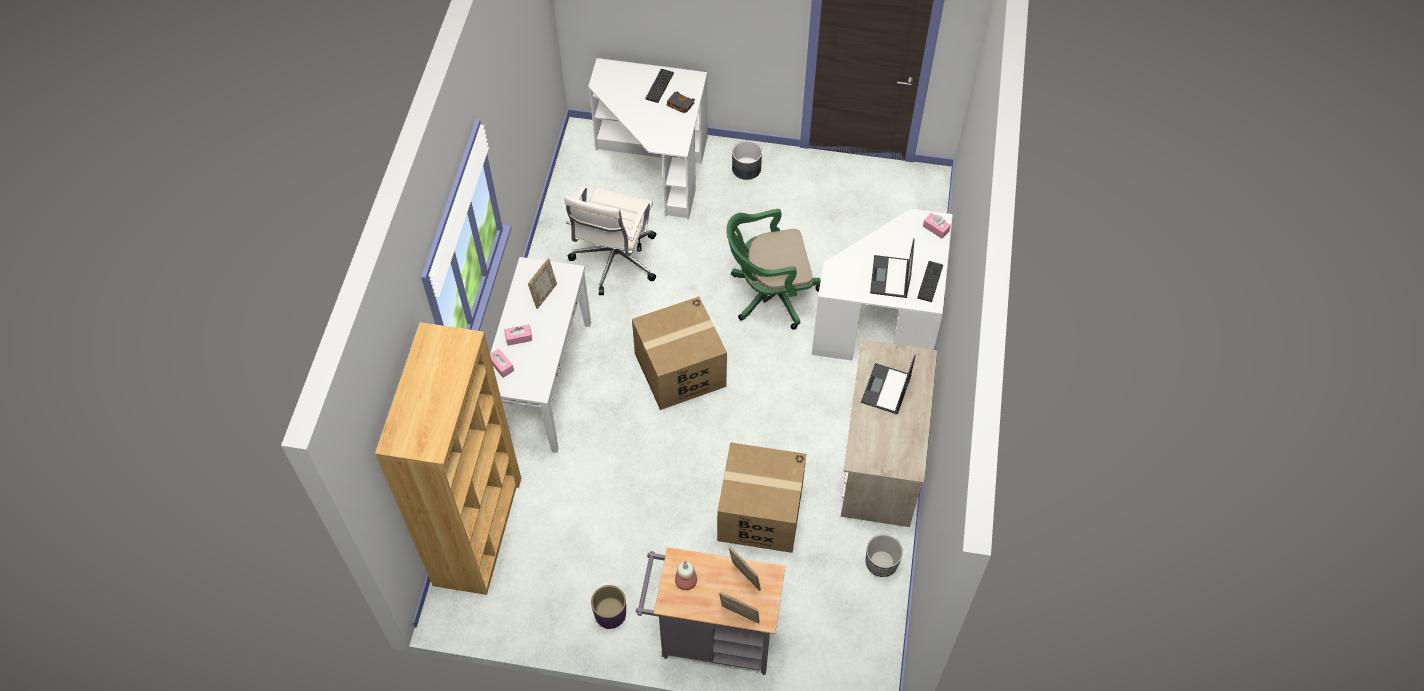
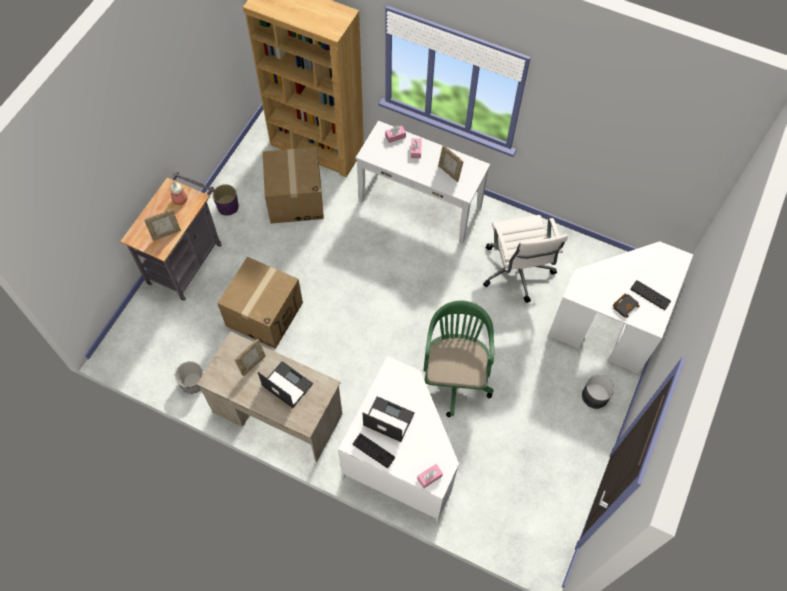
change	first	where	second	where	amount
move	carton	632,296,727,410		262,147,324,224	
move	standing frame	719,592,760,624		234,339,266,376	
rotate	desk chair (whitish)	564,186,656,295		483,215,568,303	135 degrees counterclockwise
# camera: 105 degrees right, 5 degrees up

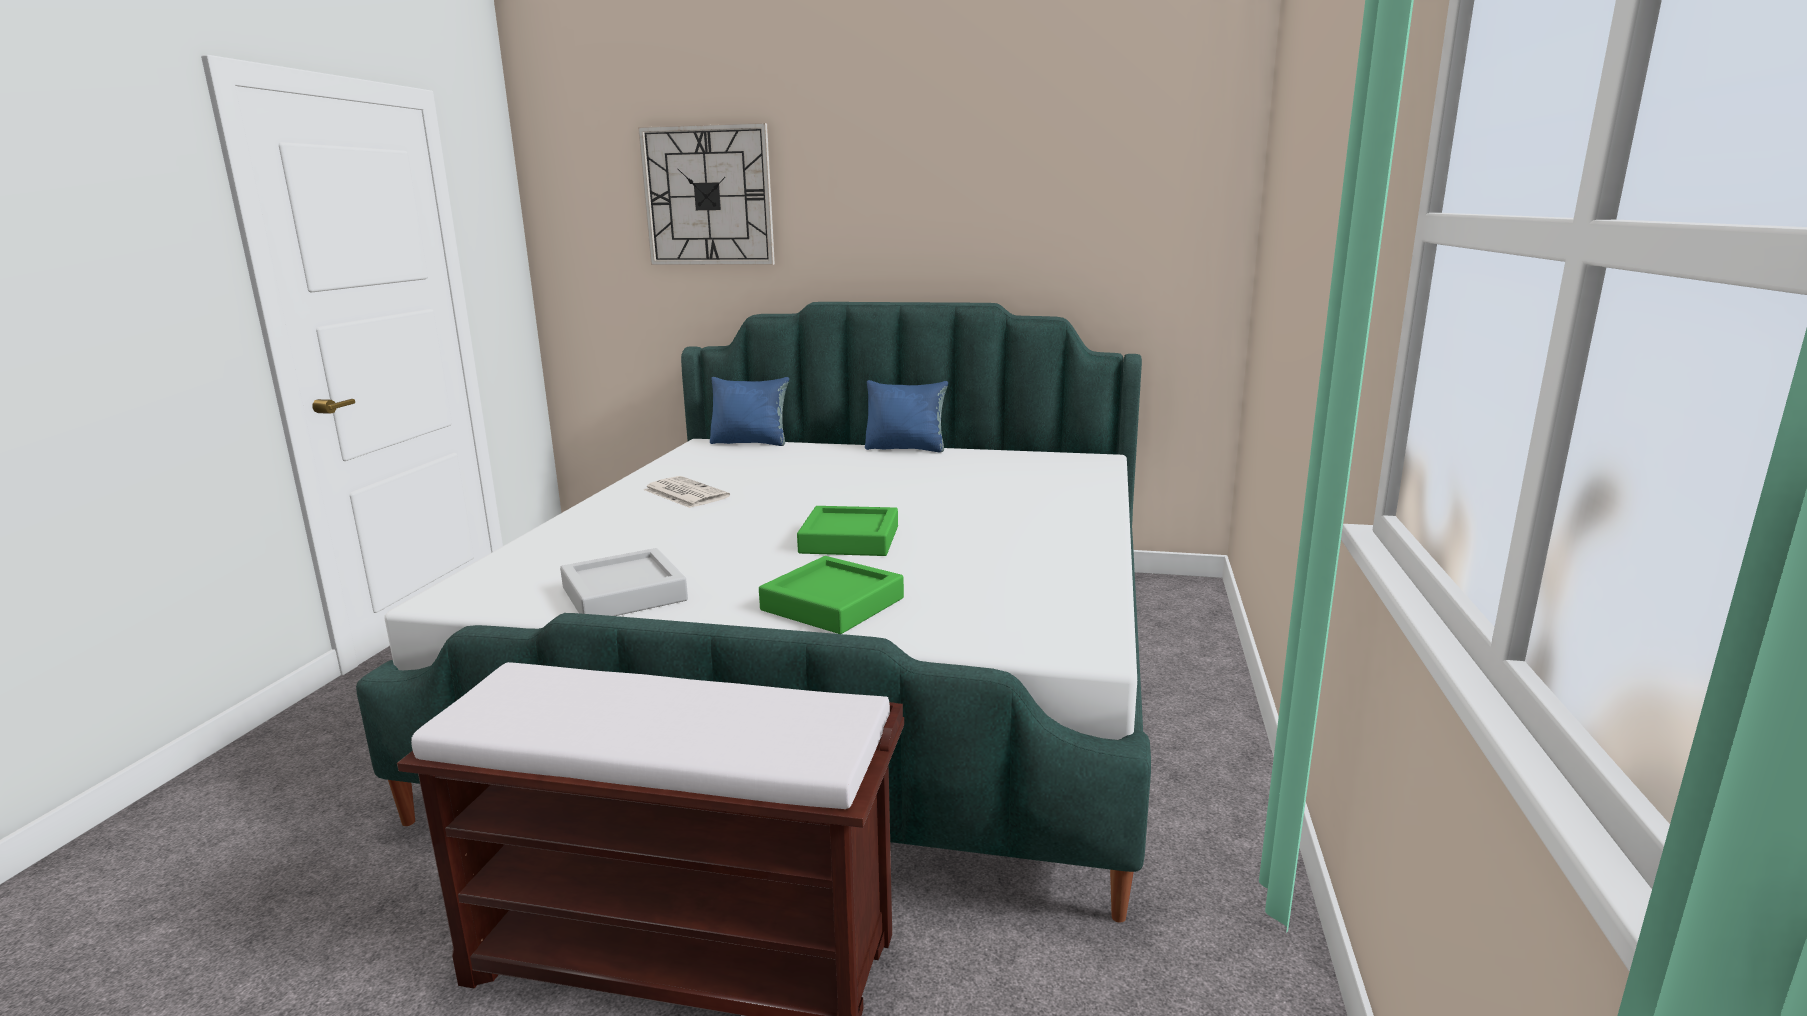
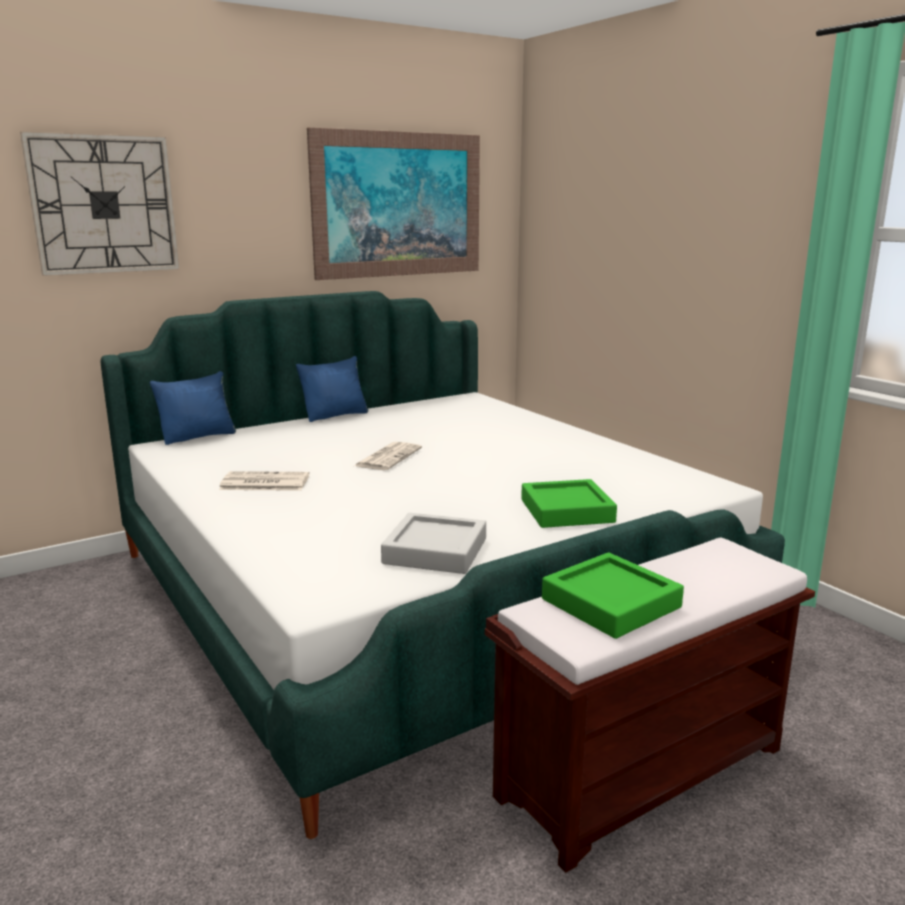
change	first	where	second	where	amount
insert			wall art	307,127,480,280	
insert			printed paper	354,442,422,470	
move	serving tray (greenish)	797,506,898,556		542,552,684,639	
# camera: 45 degrees left, 0 degrees up

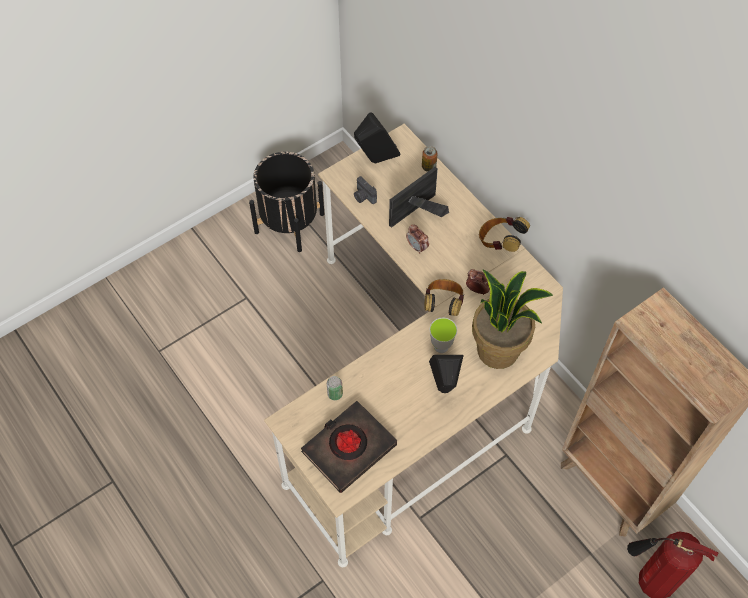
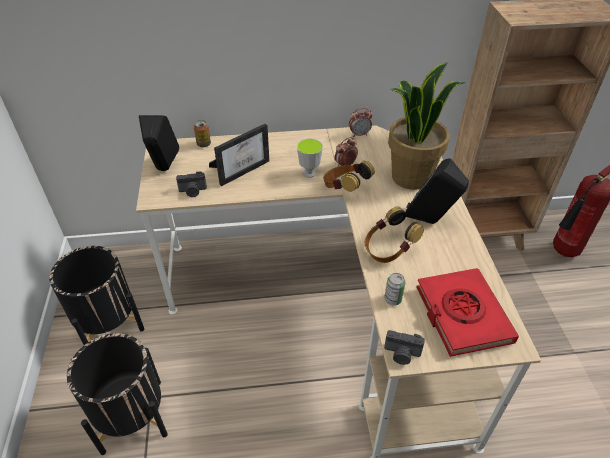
change	first	where	second	where	amount
insert			plant pot (black-coloured)	67,333,168,455	
insert			photo camera	384,330,425,365	
move	bedside clock	406,225,429,254		349,108,372,137	
move	small cup	430,317,457,353		297,139,323,178	
move	headphones	479,217,530,252		365,207,424,263	
recolor	volume (black-coloured)	301,401,397,493	volume (reddish)	416,268,519,357	
rotate	standing frame	389,167,449,228		209,124,269,186	120 degrees counterclockwise
# camera: 60 degrees left, 15 degrees down

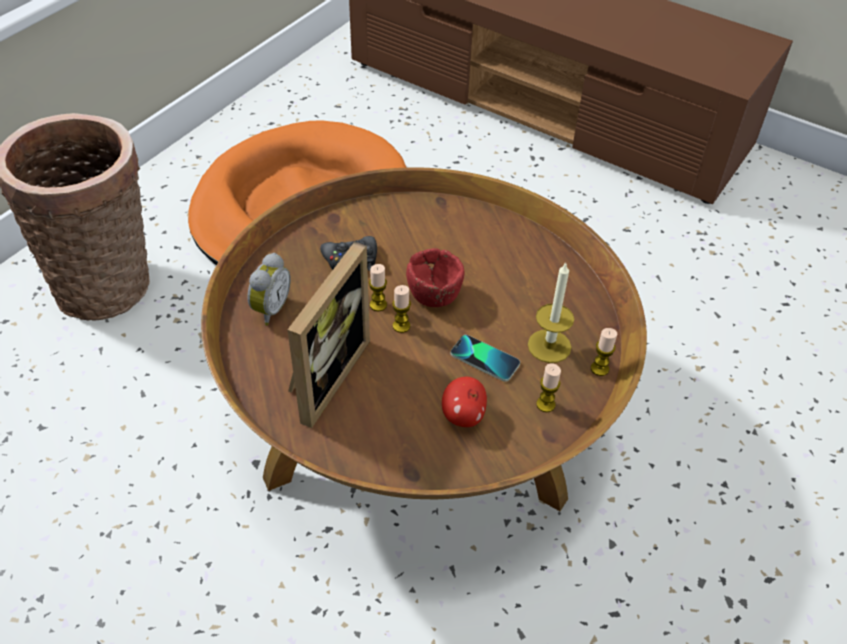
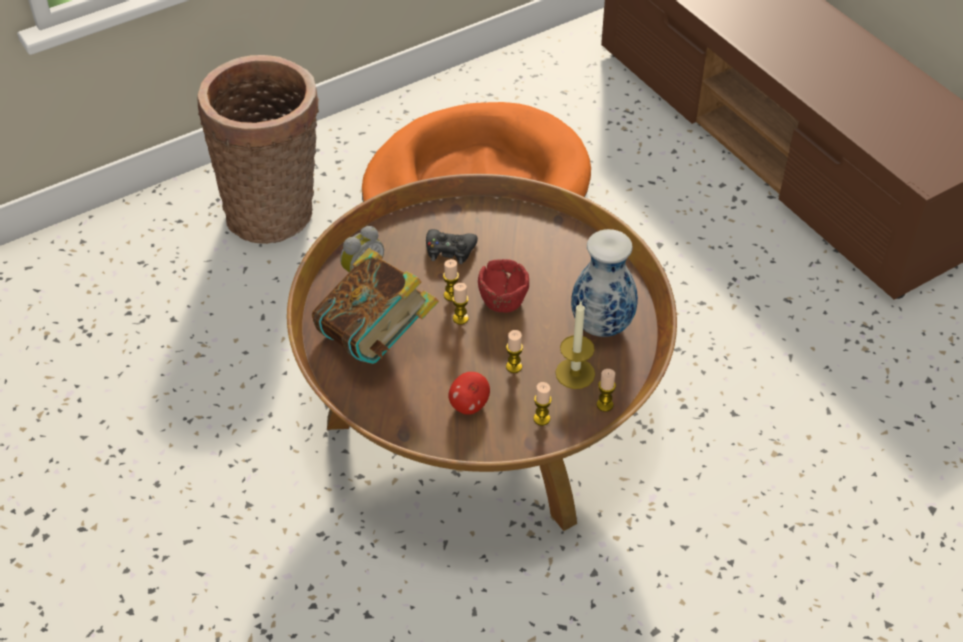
change	first	where	second	where	amount
insert			decorative vase	571,229,638,337	
replace	standing frame	287,241,370,428	volume	312,248,439,364	
replace	phone	451,335,520,382	wax light	506,330,523,373	
# camera: 25 degrees right, 0 degrees up

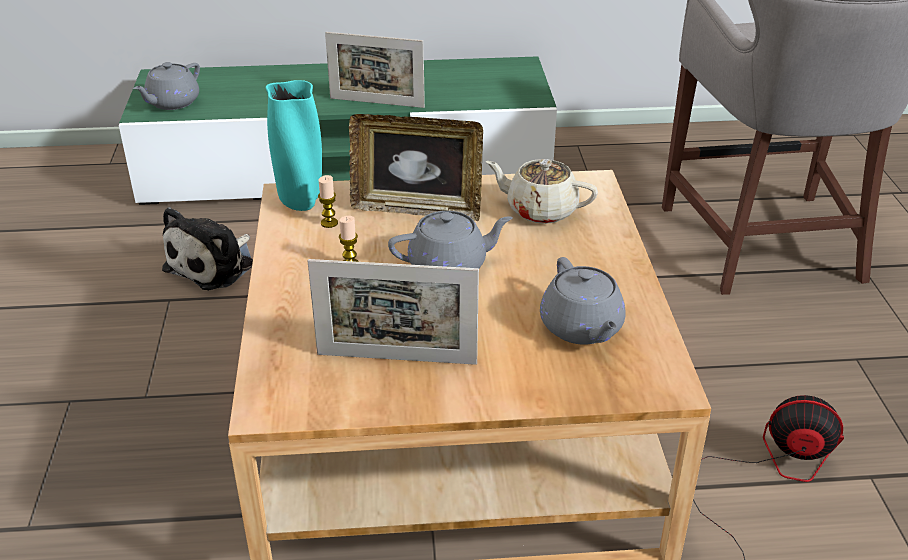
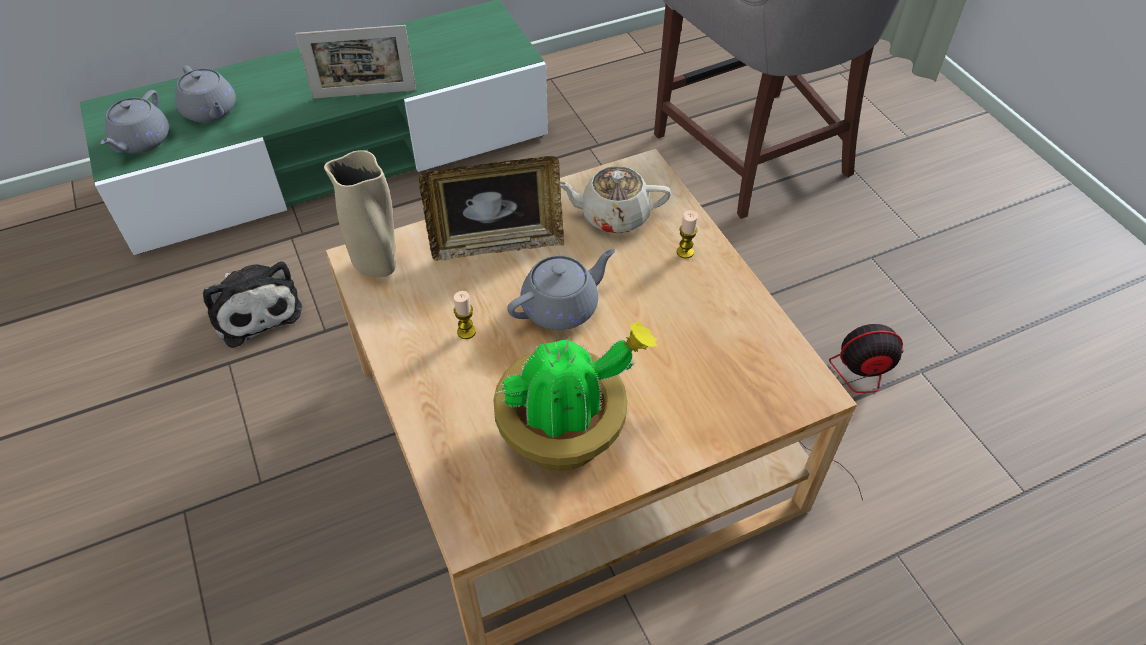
change	first	where	second	where	amount
move	wax light	318,175,338,228		677,210,698,259	
move	pot for tea (gray)	540,257,626,345		175,66,236,123	
replace	standing frame	308,259,479,365	potted plant	493,322,657,471	
recolor	decorative vase (turquoise)	266,80,322,211	decorative vase (beige-coloured)	324,150,396,277	
rotate	cuddly toy	162,207,253,290		203,261,302,348	45 degrees counterclockwise
# camera: 20 degrees left, 15 degrees up

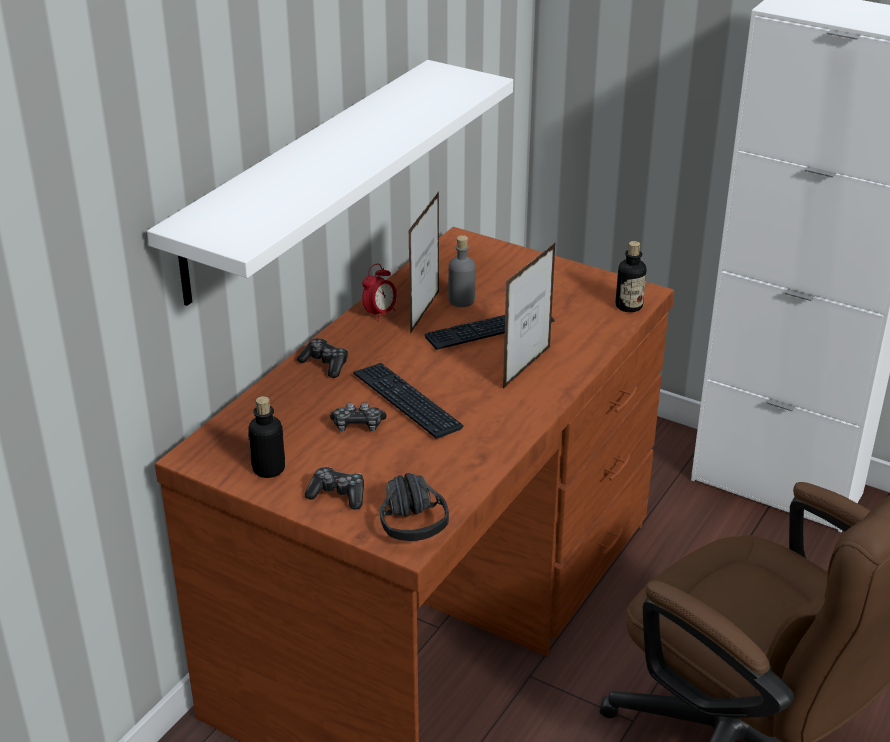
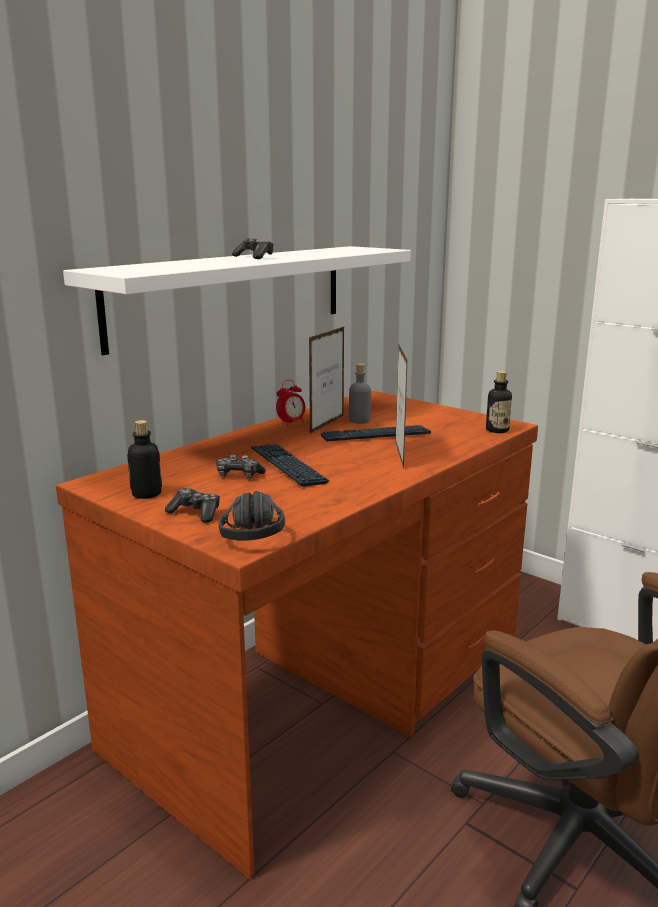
change	first	where	second	where	amount
move	gamepad	297,338,348,378		232,238,274,259	
rotate	standing frame	503,242,556,389		396,345,407,468	45 degrees counterclockwise
# camera: 10 degrees right, 15 degrees down

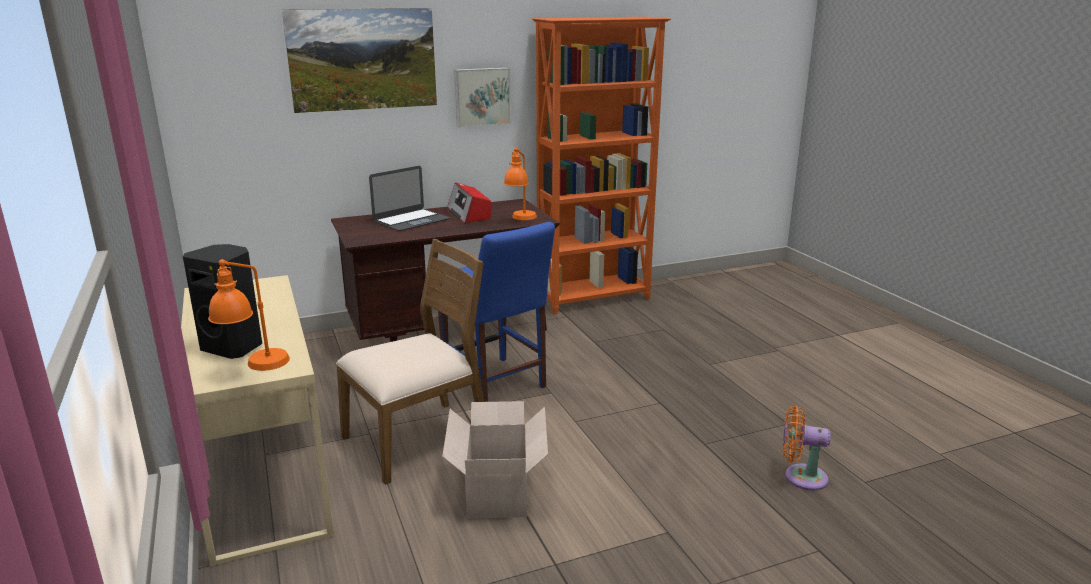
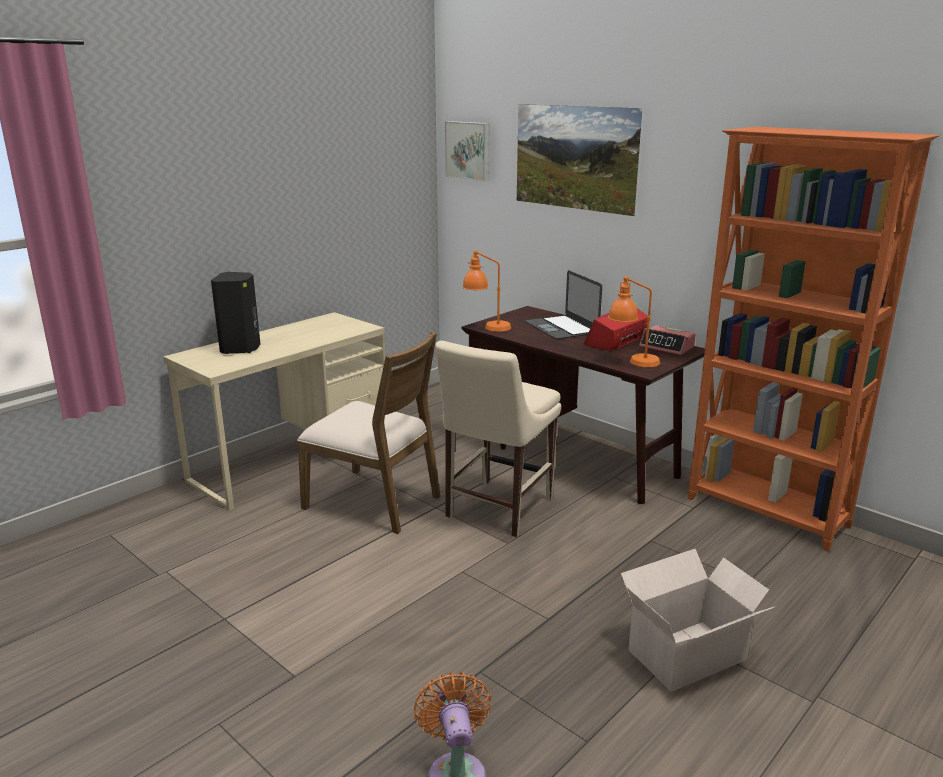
change	first	where	second	where	amount
insert			bedside clock	639,325,696,355	
move	lamp for a table (orange-coloured)	208,259,290,371		462,250,511,332	
move	carton	442,401,548,519		621,549,774,692	
move	wall art	454,68,511,127		445,121,490,181	
recolor	plain chair (blue-coloured)	438,222,555,402	plain chair (beige-coloured)	435,341,561,537	
rotate	portable computer	369,166,450,231		526,270,602,339	45 degrees clockwise
# camera: 65 degrees right, 0 degrees up

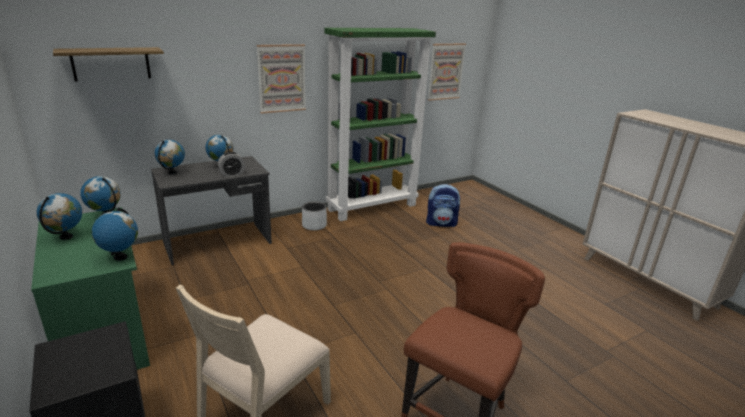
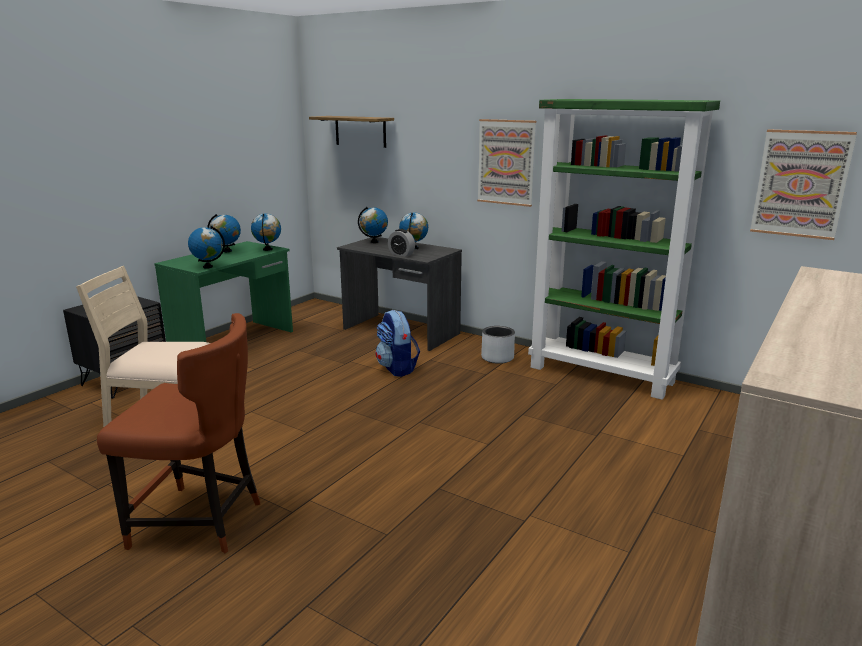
change	first	where	second	where	amount
move	rucksack	426,184,461,227		376,310,420,377	
# camera: 65 degrees right, 5 degrees down

